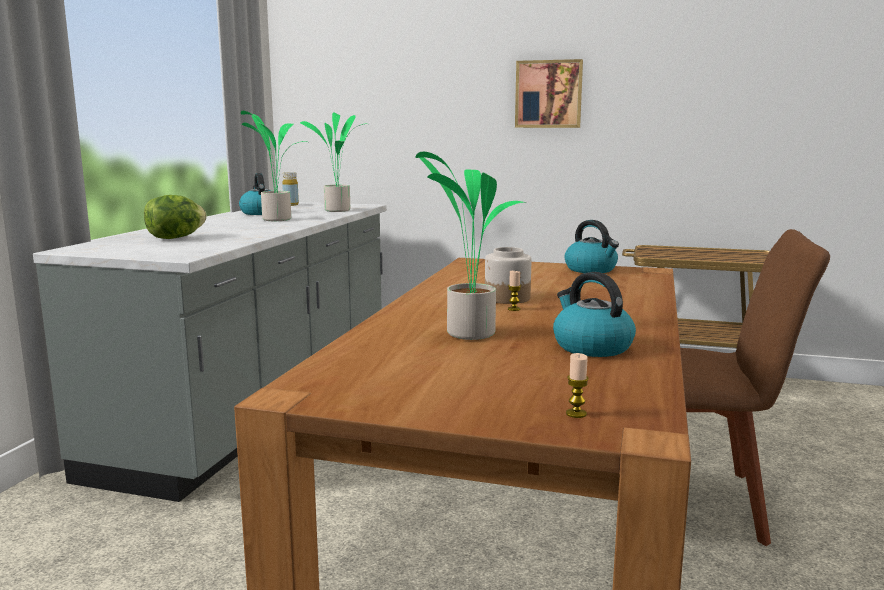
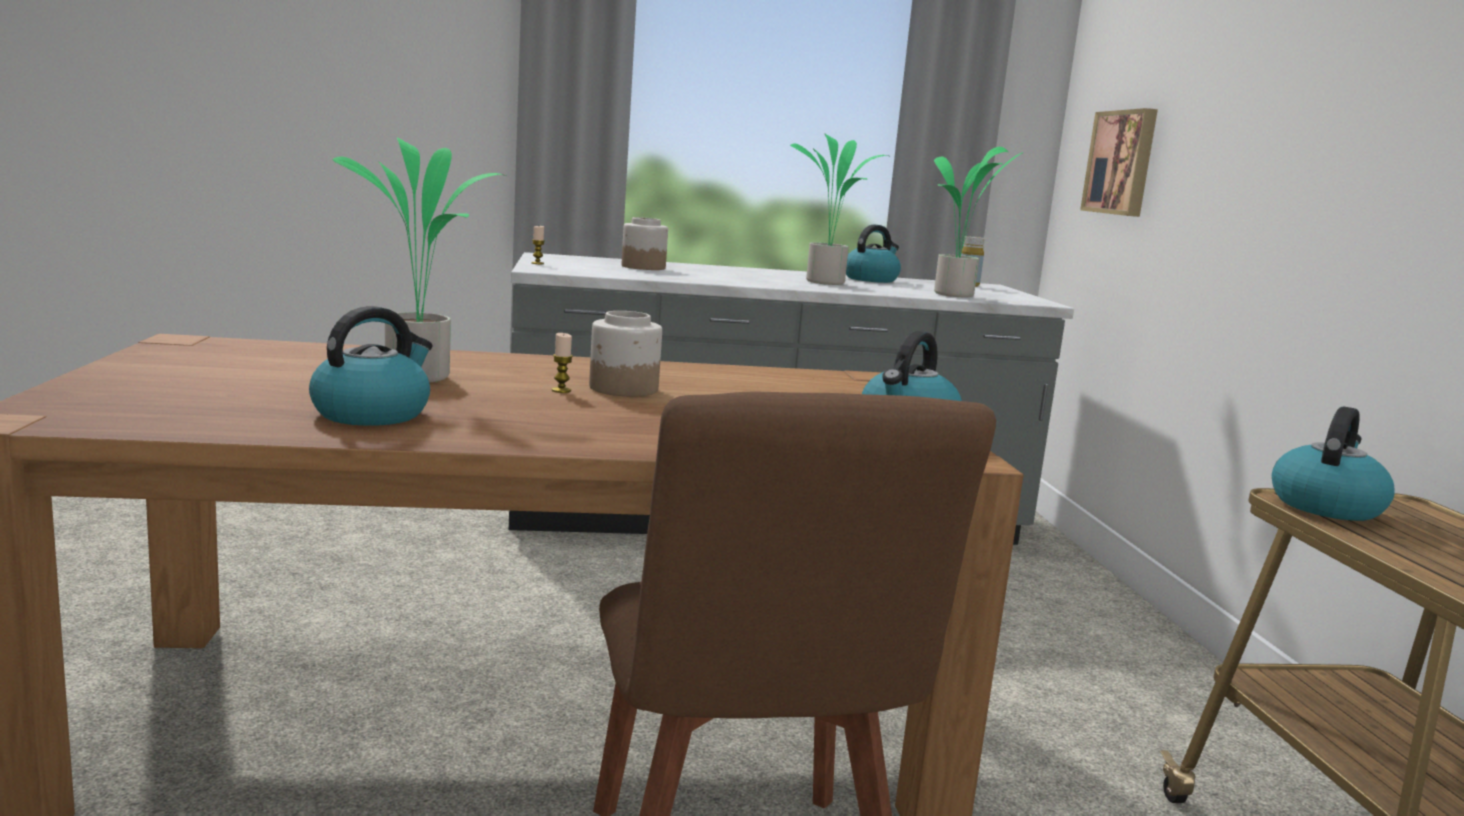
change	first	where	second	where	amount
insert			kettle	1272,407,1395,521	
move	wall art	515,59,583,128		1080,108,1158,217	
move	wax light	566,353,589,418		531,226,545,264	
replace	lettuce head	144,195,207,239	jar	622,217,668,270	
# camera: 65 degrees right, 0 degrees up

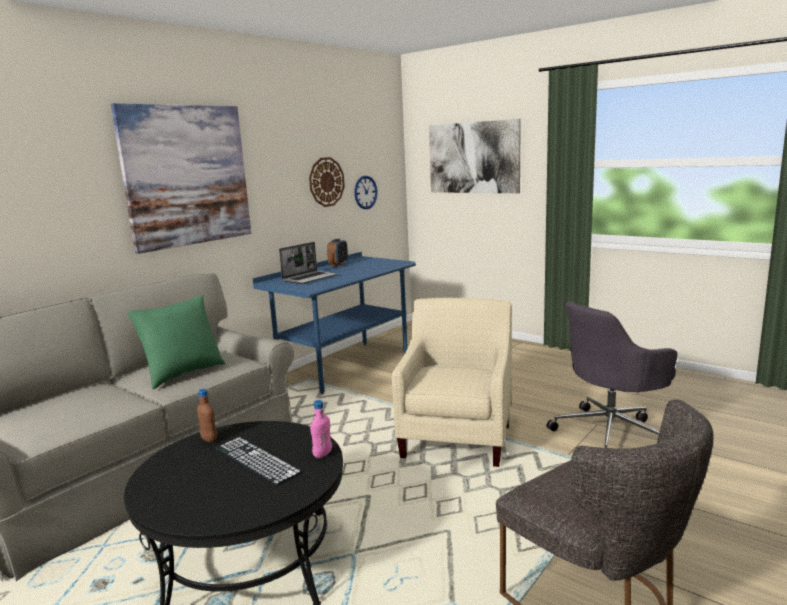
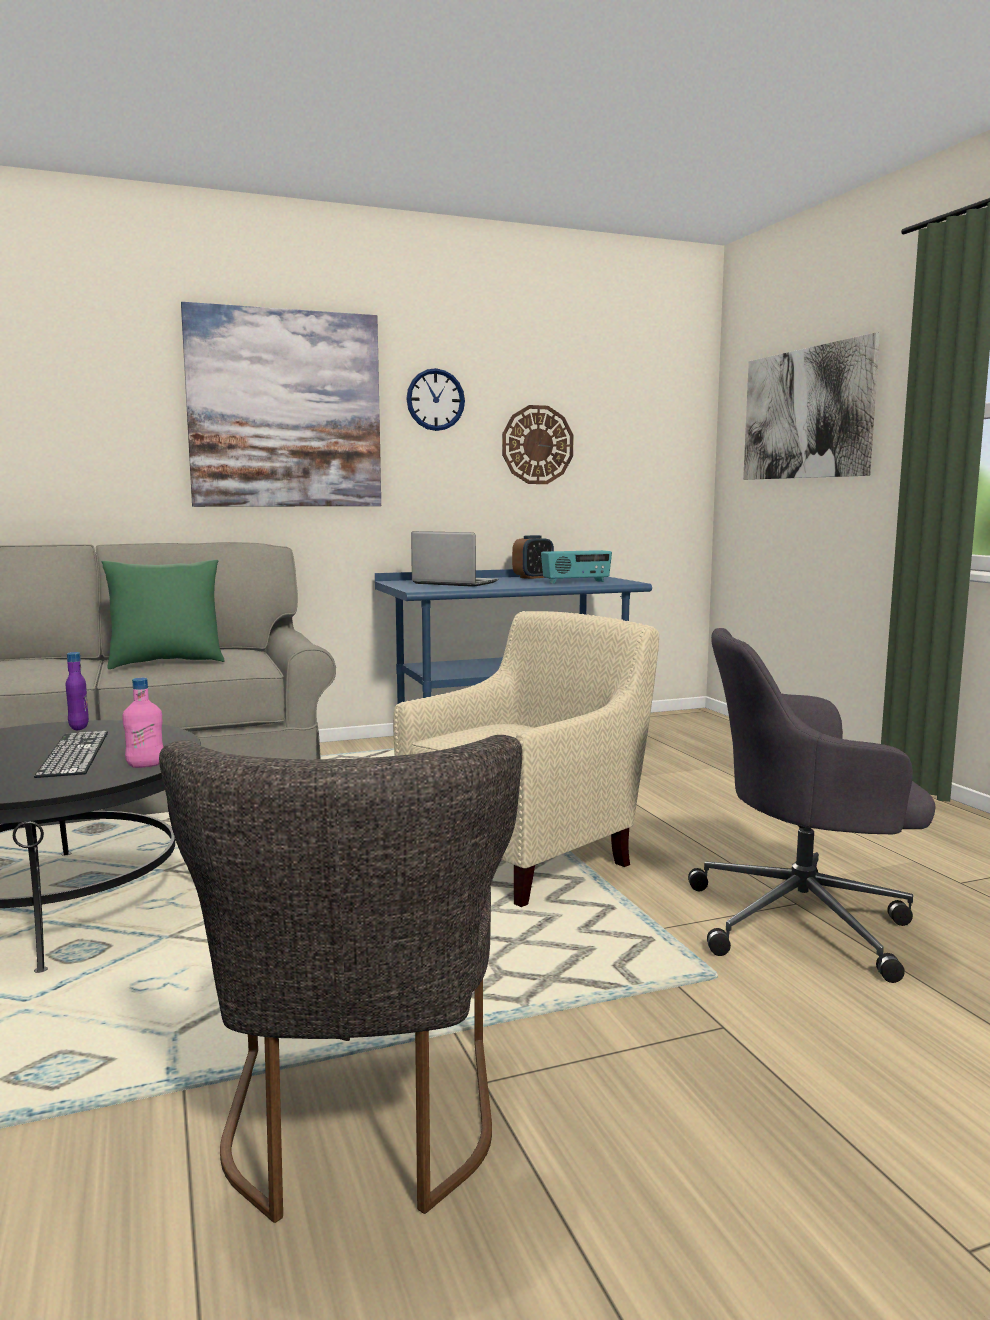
change	first	where	second	where	amount
insert			radio	541,550,612,584	
move	wall clock	354,176,377,209		406,368,465,431	
recolor	drink bottle (brown-coloured)	197,389,217,443	drink bottle (purple)	66,652,89,730	
rotate	portable computer	279,242,337,284		411,531,498,587	135 degrees counterclockwise
# camera: 30 degrees right, 5 degrees down

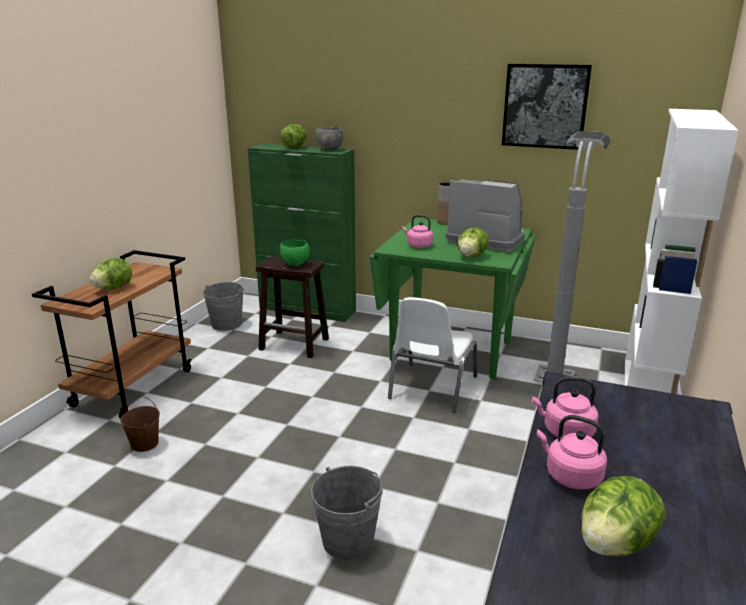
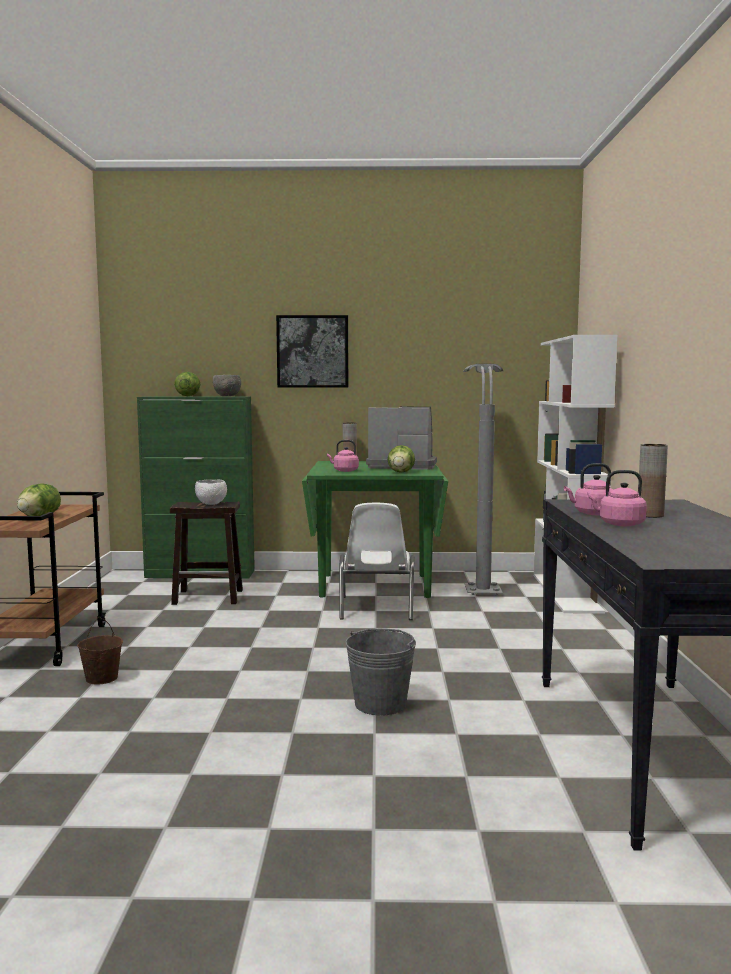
change	first	where	second	where	amount
delete	water bucket (gray)	203,282,244,331			
delete	lettuce head	581,476,665,556			
insert			decorative vase (brown-coloured)	639,444,668,518	
move	wall art	502,64,592,150		276,315,348,388	
recolor	bowl (greenish)	280,240,310,266	bowl (whitish)	195,480,227,505	
# camera: 20 degrees left, 15 degrees down

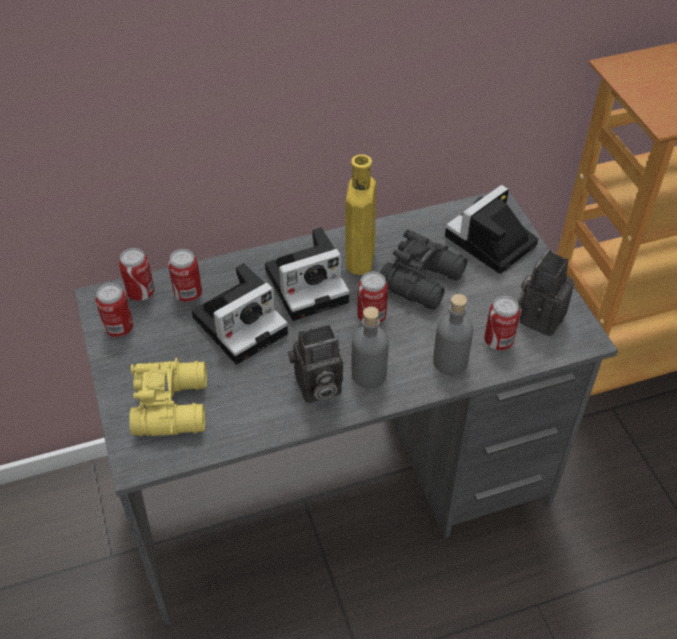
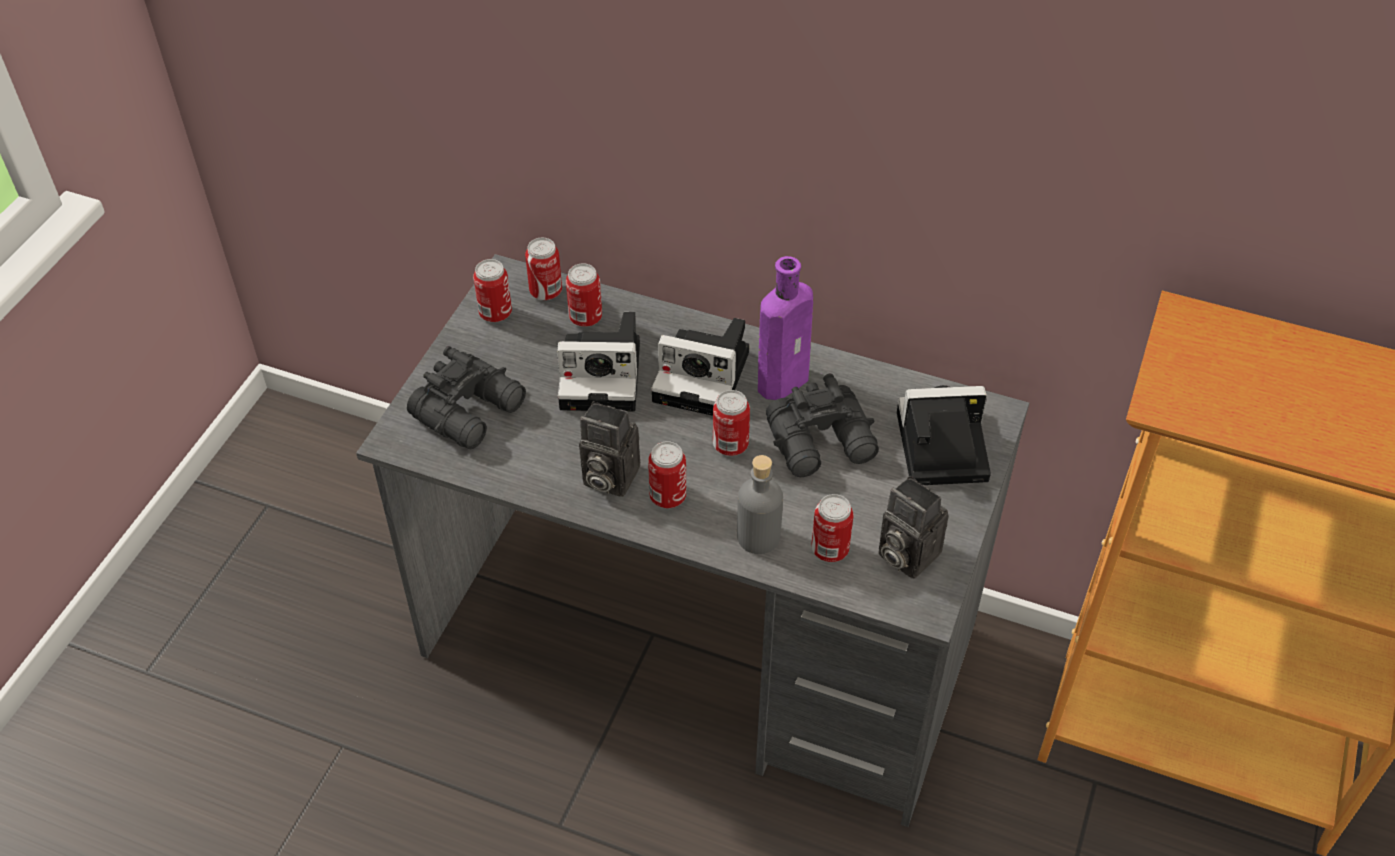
change	first	where	second	where	amount
replace	drink bottle (gray)	352,307,389,388	metal can	648,441,686,508	
recolor	pair of binoculars (yellow-coloured)	129,358,207,436	pair of binoculars (black-coloured)	407,346,526,449	
recolor	drink bottle (yellow-coloured)	345,154,376,275	drink bottle (purple)	758,256,813,400	
rotate	photo camera	518,248,574,336		878,476,949,579	120 degrees counterclockwise
# camera: 40 degrees right, 0 degrees up

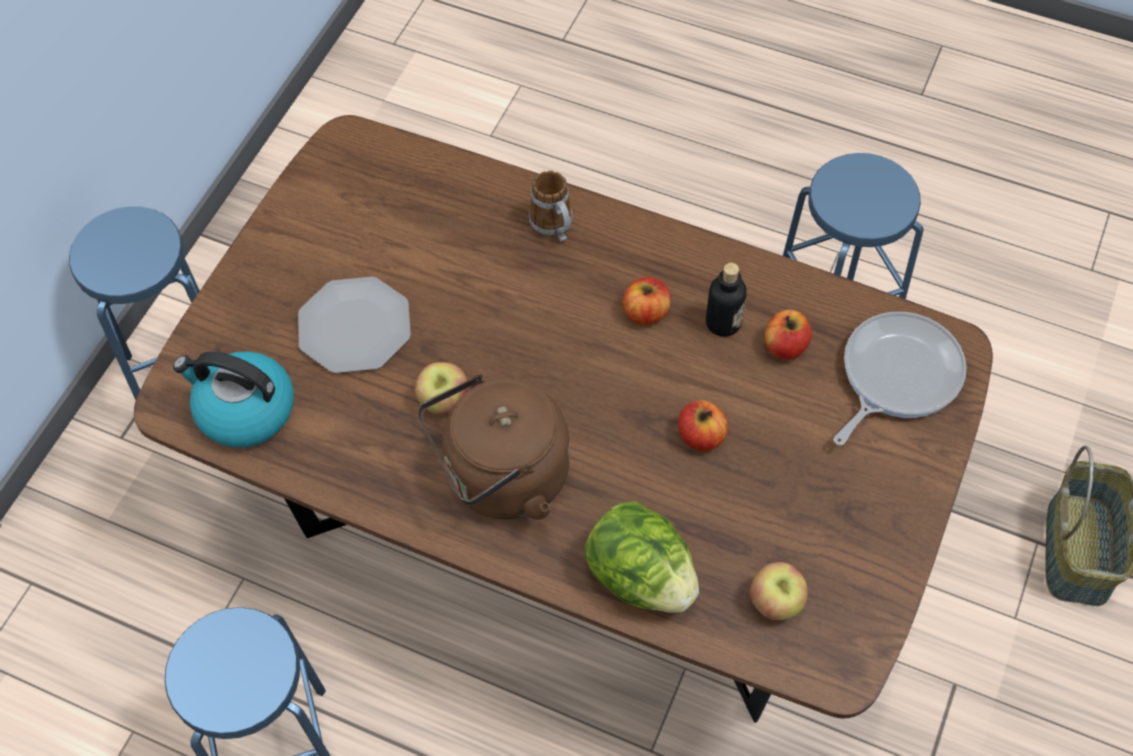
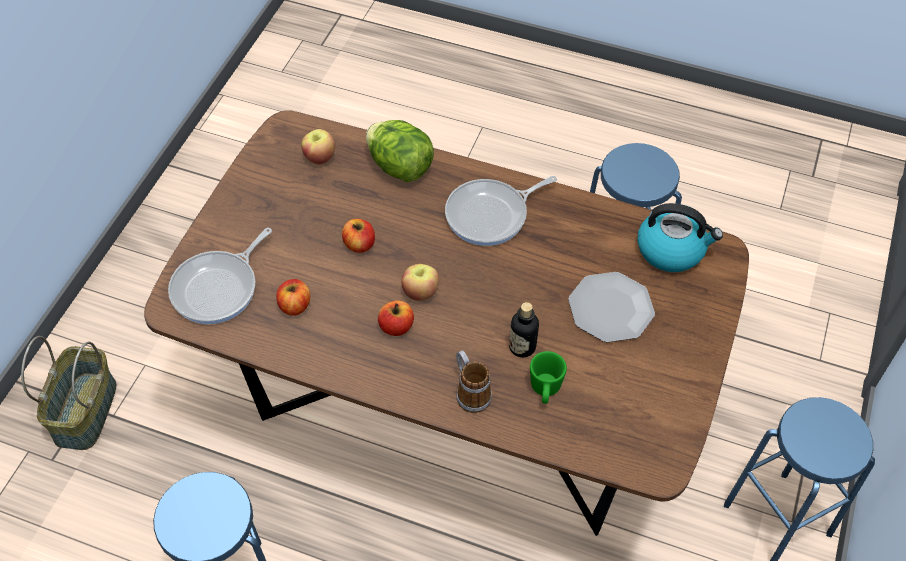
change	first	where	second	where	amount
insert			coffee mug (greenish)	530,351,567,404	
move	apple fruit	415,362,469,414		401,264,439,301	
move	drink bottle	706,263,747,337		509,302,539,357	
replace	kettle (brown-coloured)	417,374,570,520	pan	445,176,557,246	
# camera: 175 degrees right, 5 degrees down

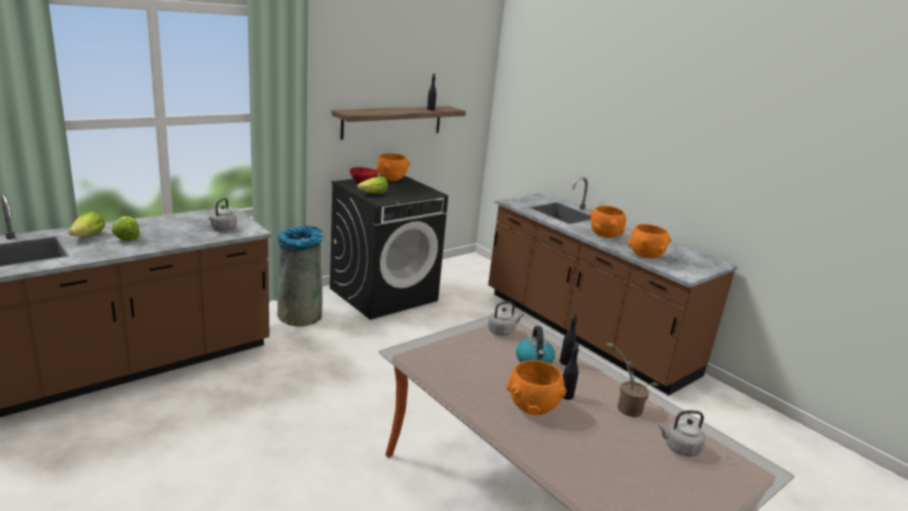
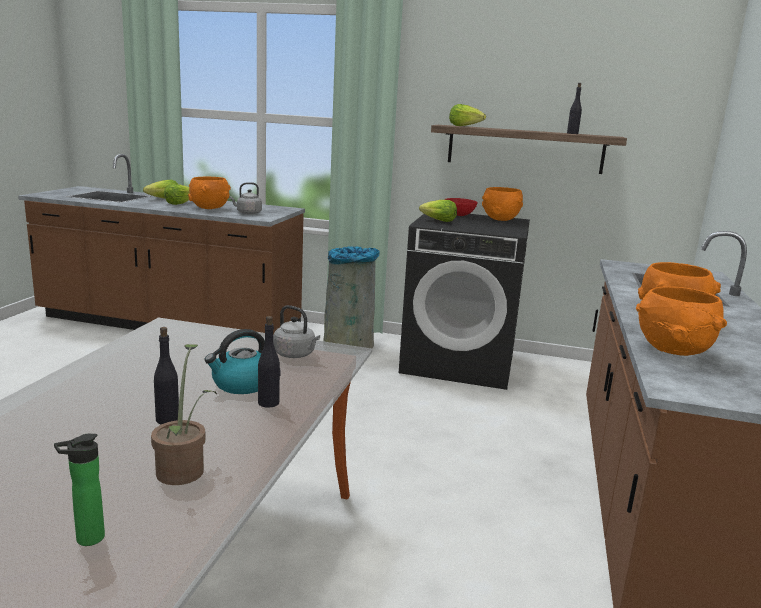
change	first	where	second	where	amount
insert			lettuce head	449,104,486,126	
move	bowl (orange-coloured)	506,360,567,415		188,177,231,209	
replace	kettle (gray)	658,410,705,457	drink bottle	54,434,105,546	
# camera: 55 degrees right, 5 degrees down

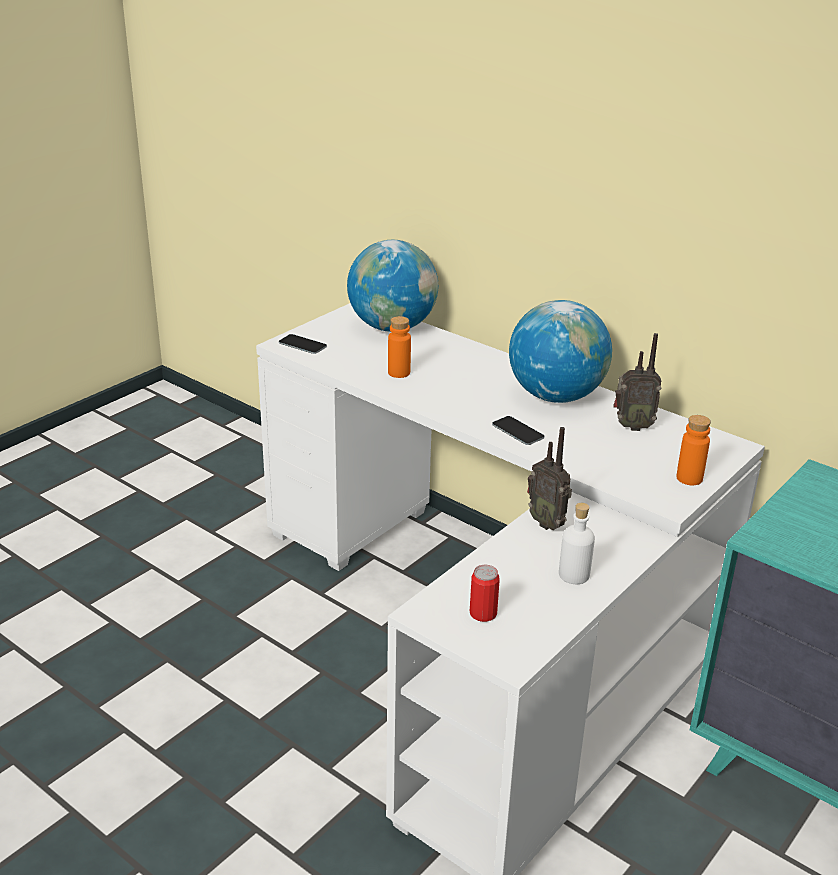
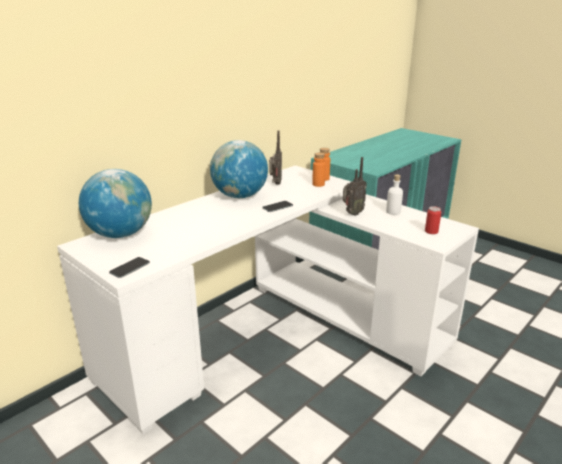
change	first	where	second	where	amount
move	drink bottle (orange-coloured)	388,316,411,378		312,153,326,187	
# camera: 85 degrees left, 5 degrees down

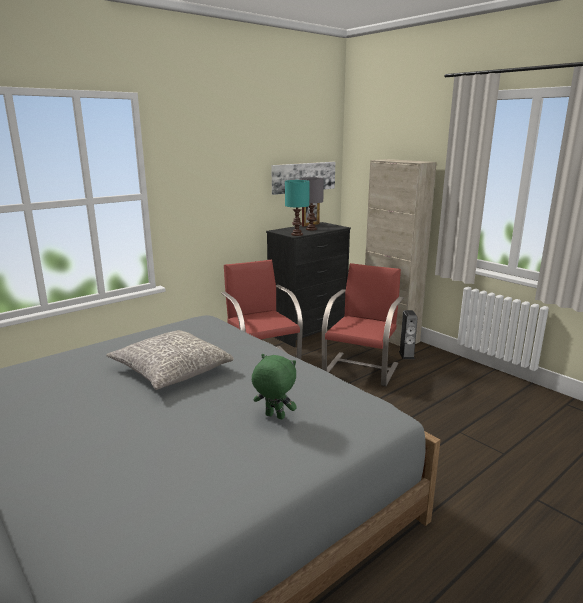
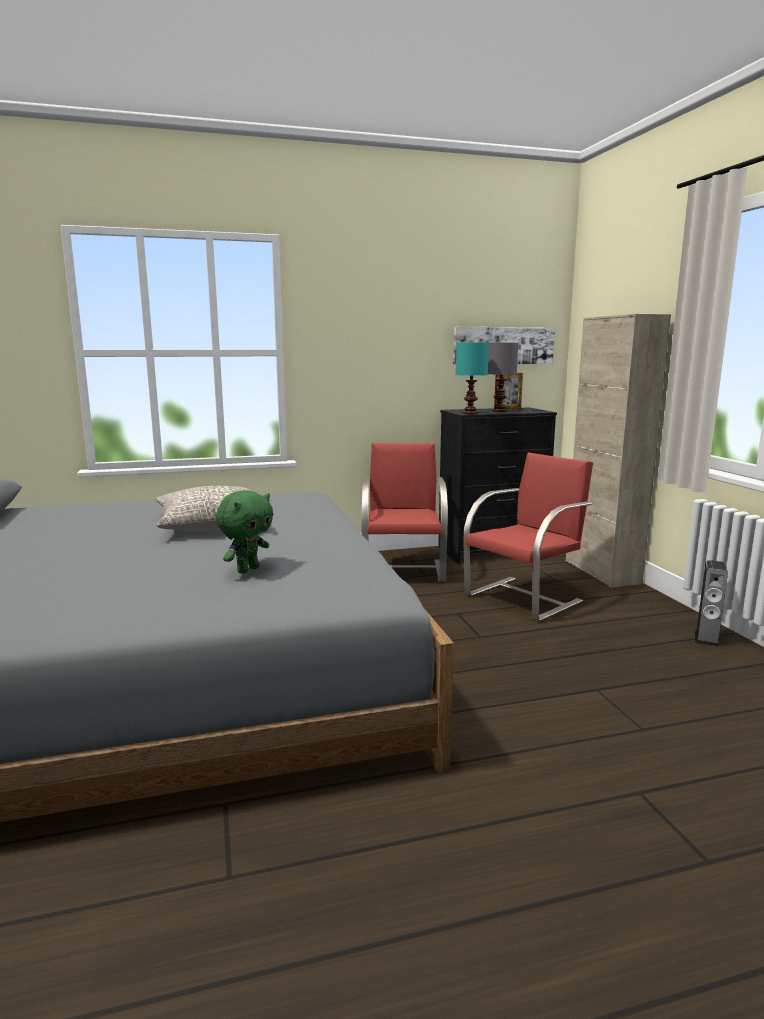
change	first	where	second	where	amount
move	speaker	399,310,418,359		695,560,728,647	
rotate	cuddly toy (greenish)	252,354,297,419		216,490,273,574	75 degrees clockwise
# camera: 25 degrees right, 5 degrees down

